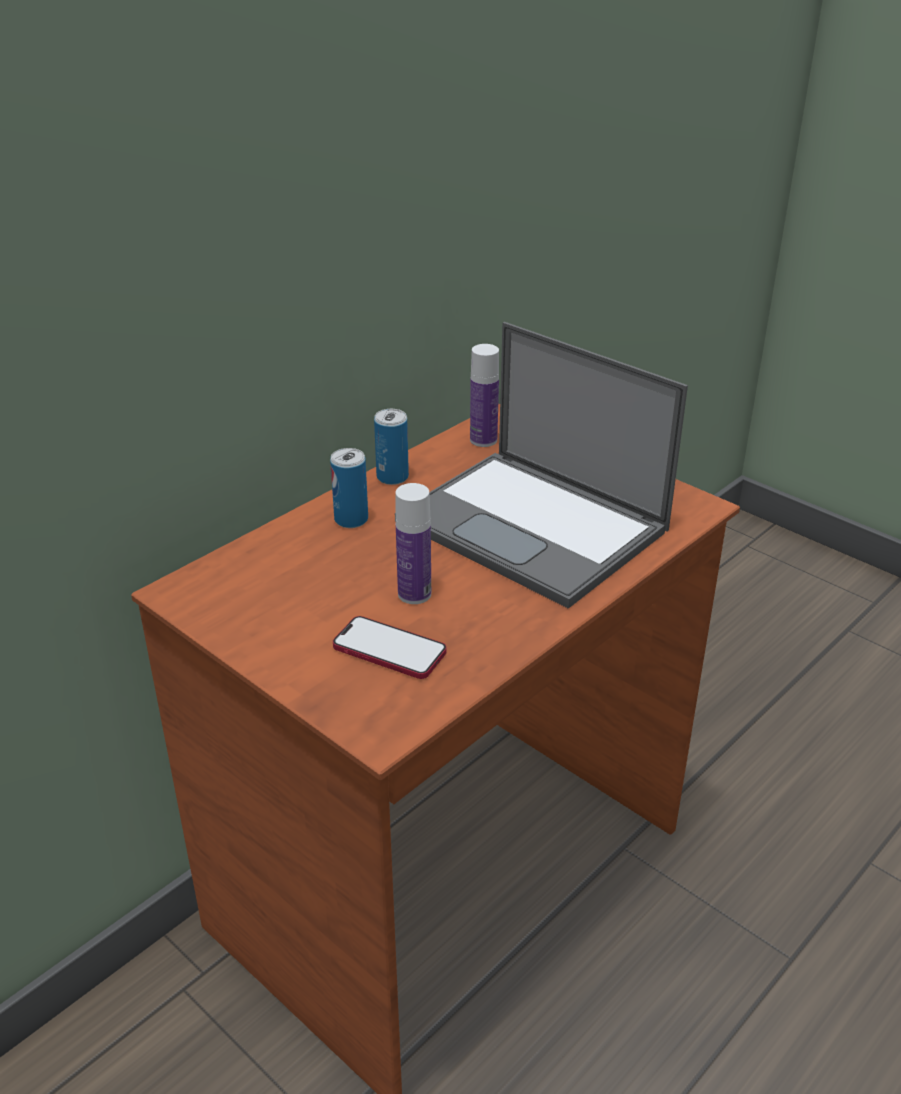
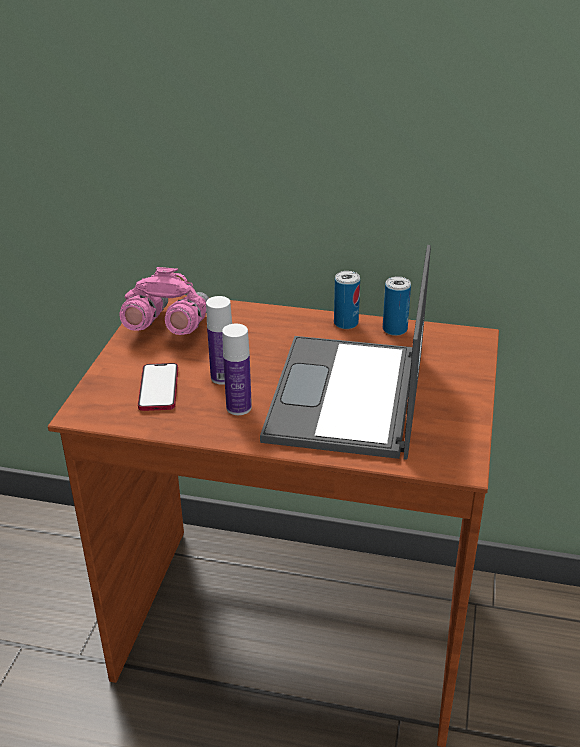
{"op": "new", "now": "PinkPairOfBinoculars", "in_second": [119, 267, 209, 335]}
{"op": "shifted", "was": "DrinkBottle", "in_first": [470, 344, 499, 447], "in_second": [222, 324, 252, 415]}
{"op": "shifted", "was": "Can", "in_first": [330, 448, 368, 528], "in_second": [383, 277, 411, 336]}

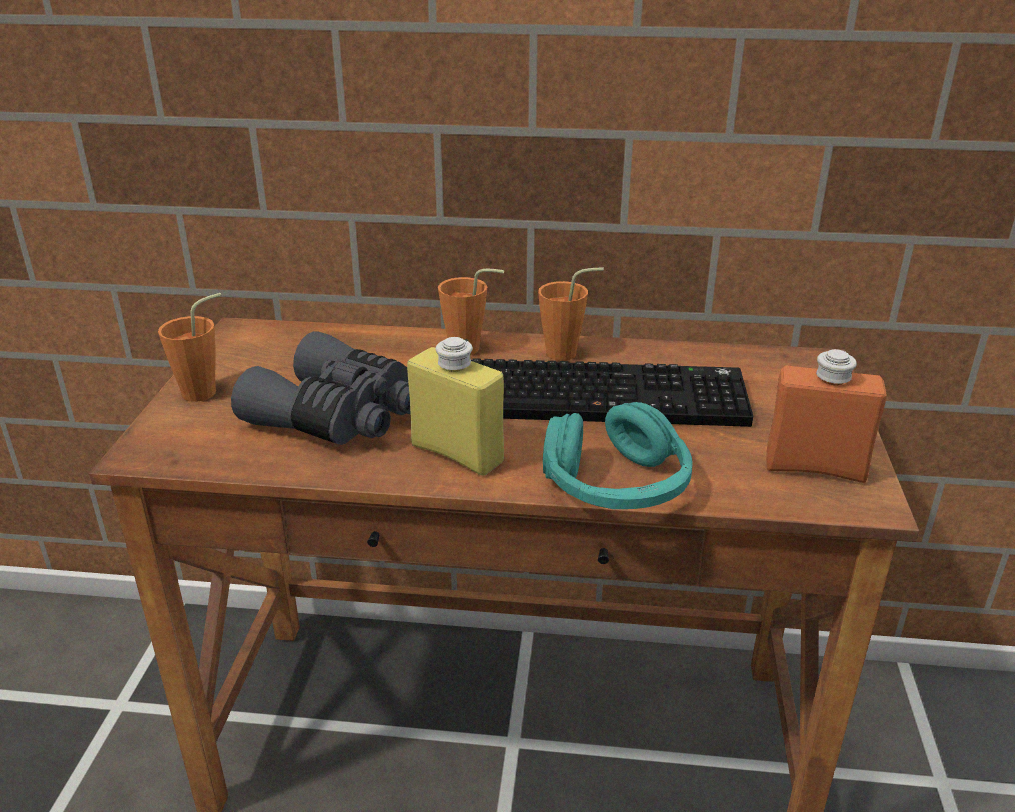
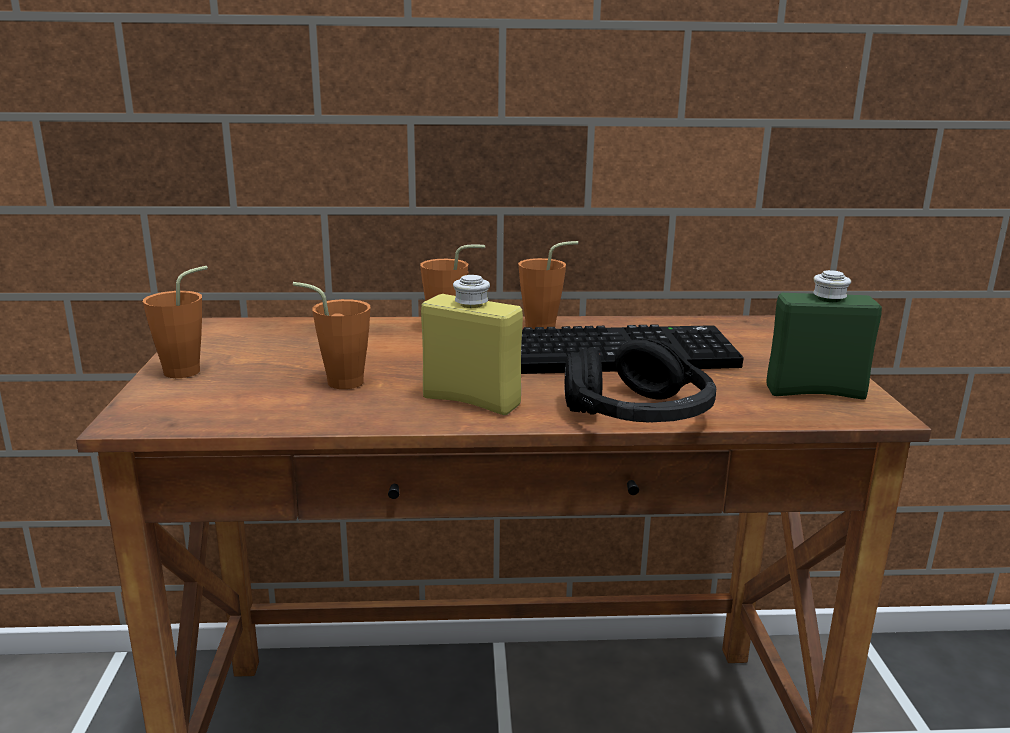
{"op": "swapped", "was": "GrayPairOfBinoculars", "now": "OrangeColouredDrinkingCup", "in_first": [231, 331, 411, 445], "in_second": [293, 282, 370, 389]}
{"op": "repainted", "was": "TurquoisePairOfHeadphones", "now": "BlackColouredPairOfHeadphones", "in_first": [543, 402, 692, 509], "in_second": [564, 338, 716, 422]}
{"op": "repainted", "was": "OrangeColouredDrinkBottle", "now": "GreenishDrinkBottle", "in_first": [766, 349, 887, 483], "in_second": [766, 270, 882, 400]}

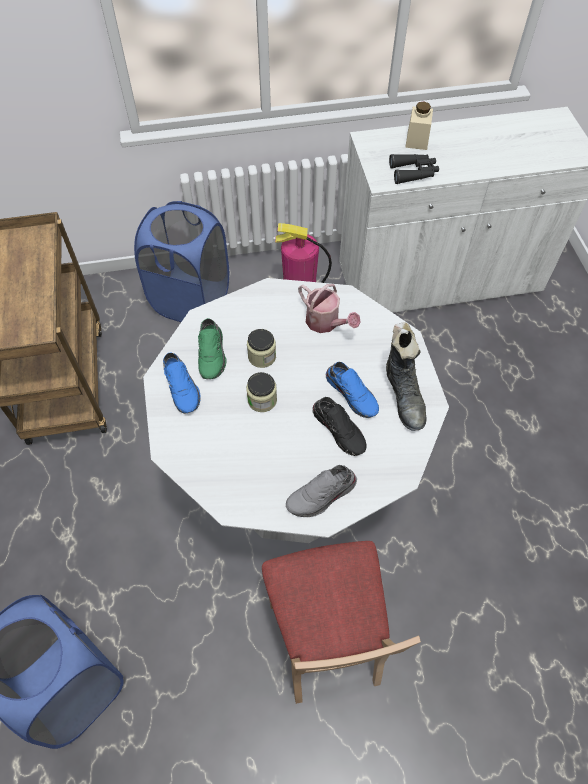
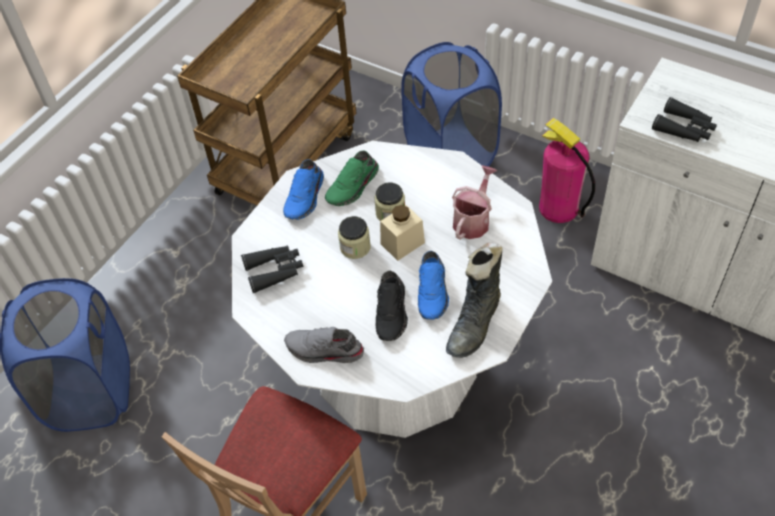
{"op": "new", "now": "BlackColouredPairOfBinoculars", "in_second": [241, 245, 304, 293]}
{"op": "shifted", "was": "SandColouredStorageJar", "in_first": [405, 102, 433, 150], "in_second": [380, 205, 425, 261]}
{"op": "rotated", "was": "WateringPot", "in_first": [298, 284, 361, 333], "in_second": [452, 165, 497, 240], "clockwise": -150}

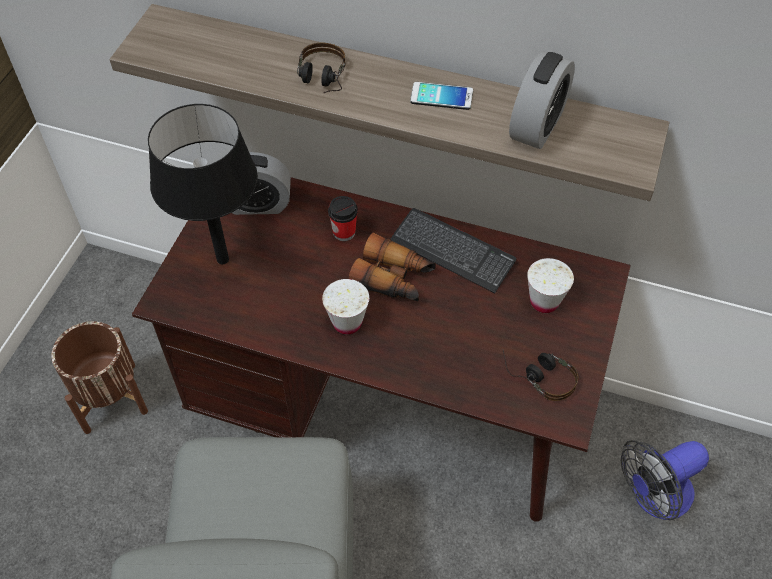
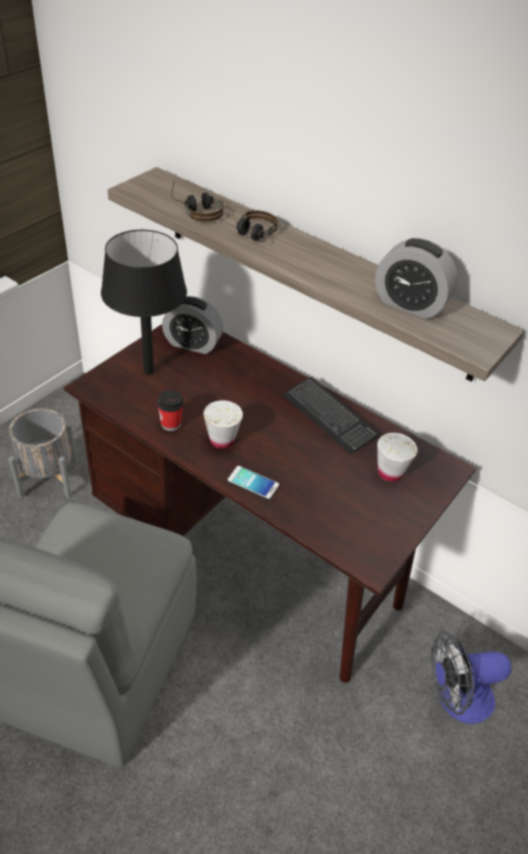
{"op": "repainted", "was": "BrownPlantPot", "now": "GrayPlantPot", "in_first": [51, 321, 148, 434], "in_second": [8, 408, 78, 498]}
{"op": "shifted", "was": "DrinkingCup", "in_first": [328, 196, 358, 241], "in_second": [157, 390, 184, 431]}
{"op": "shifted", "was": "PairOfHeadphones", "in_first": [503, 350, 578, 401], "in_second": [171, 181, 223, 222]}
{"op": "shifted", "was": "Phone", "in_first": [410, 82, 473, 110], "in_second": [227, 466, 279, 500]}
{"op": "rotated", "was": "AlarmClock", "in_first": [509, 52, 575, 149], "in_second": [375, 238, 458, 319], "clockwise": 75}
{"op": "gone", "was": "PairOfBinoculars", "in_first": [348, 232, 436, 301]}

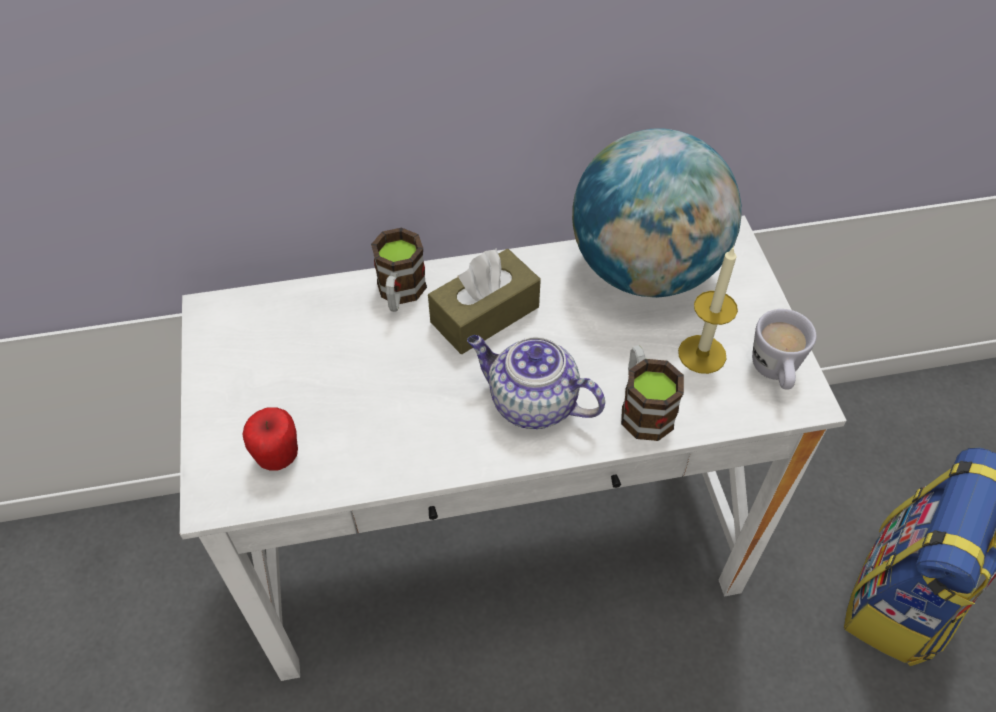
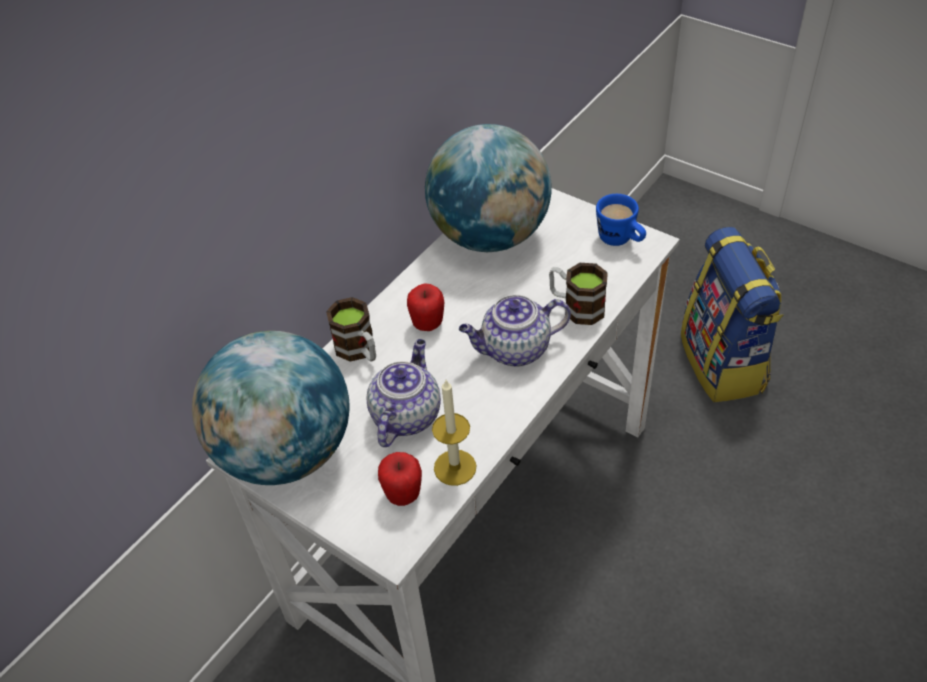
{"op": "new", "now": "WorldGlobe", "in_second": [192, 331, 350, 485]}
{"op": "new", "now": "Teapot", "in_second": [367, 339, 441, 447]}
{"op": "swapped", "was": "BrownBoxOfTissues", "now": "AppleFruit", "in_first": [428, 248, 541, 354], "in_second": [407, 283, 444, 331]}
{"op": "shifted", "was": "WaxCandle", "in_first": [678, 246, 738, 374], "in_second": [432, 380, 476, 486]}
{"op": "repainted", "was": "WhiteColouredCoffeeMug", "now": "BlueCoffeeMug", "in_first": [752, 309, 816, 389], "in_second": [596, 194, 646, 246]}

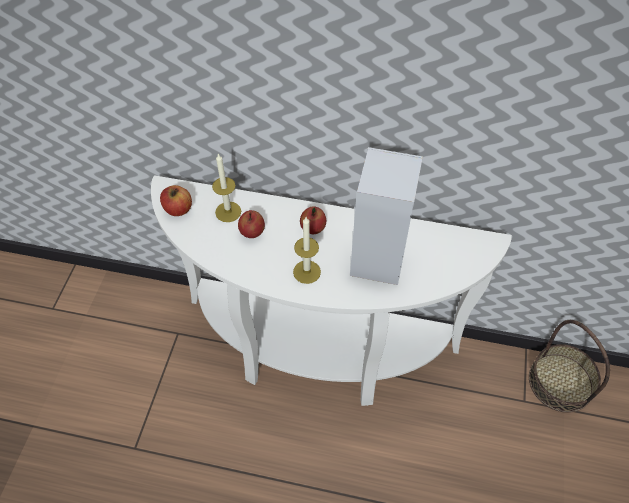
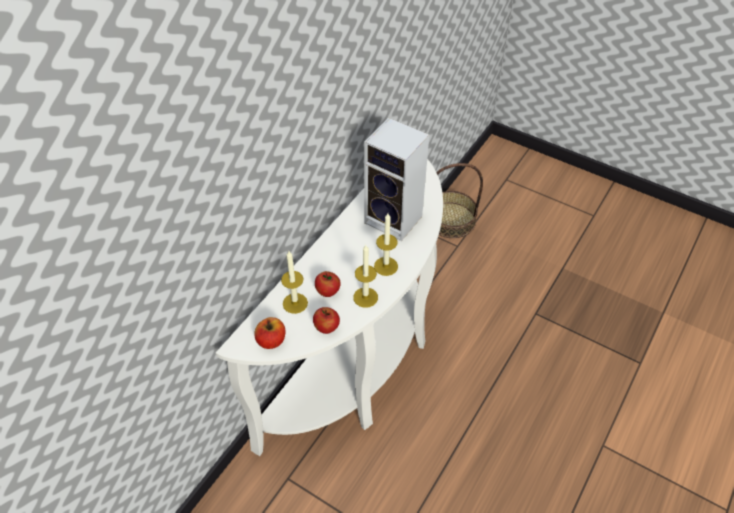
{"op": "shifted", "was": "AppleFruit", "in_first": [300, 206, 326, 234], "in_second": [313, 307, 340, 334]}
{"op": "new", "now": "WaxCandle", "in_second": [353, 245, 378, 308]}

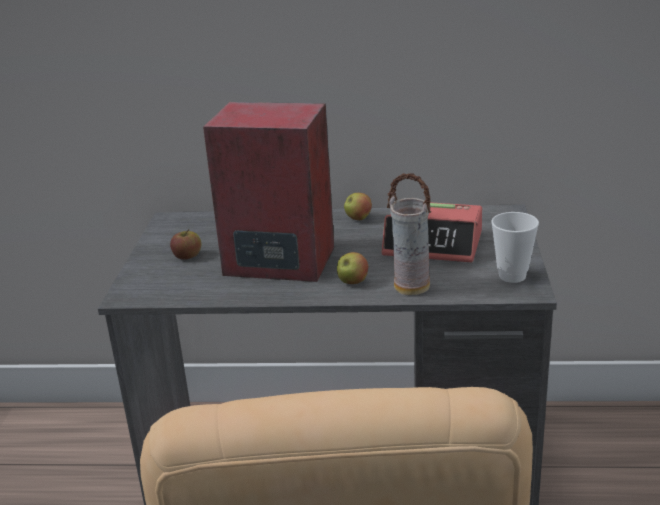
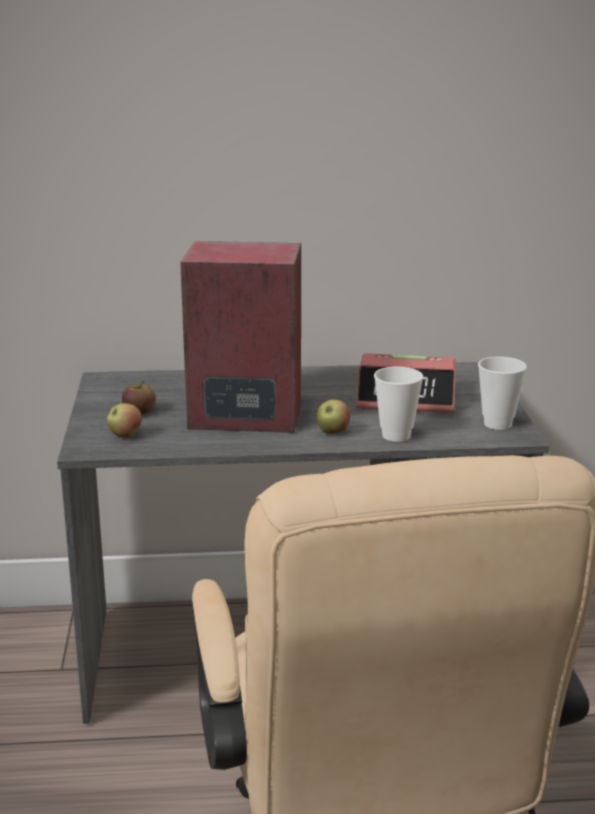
{"op": "shifted", "was": "AppleFruit", "in_first": [344, 193, 372, 220], "in_second": [107, 403, 142, 438]}
{"op": "swapped", "was": "Vase", "now": "DrinkingCup", "in_first": [387, 173, 431, 295], "in_second": [374, 367, 423, 442]}

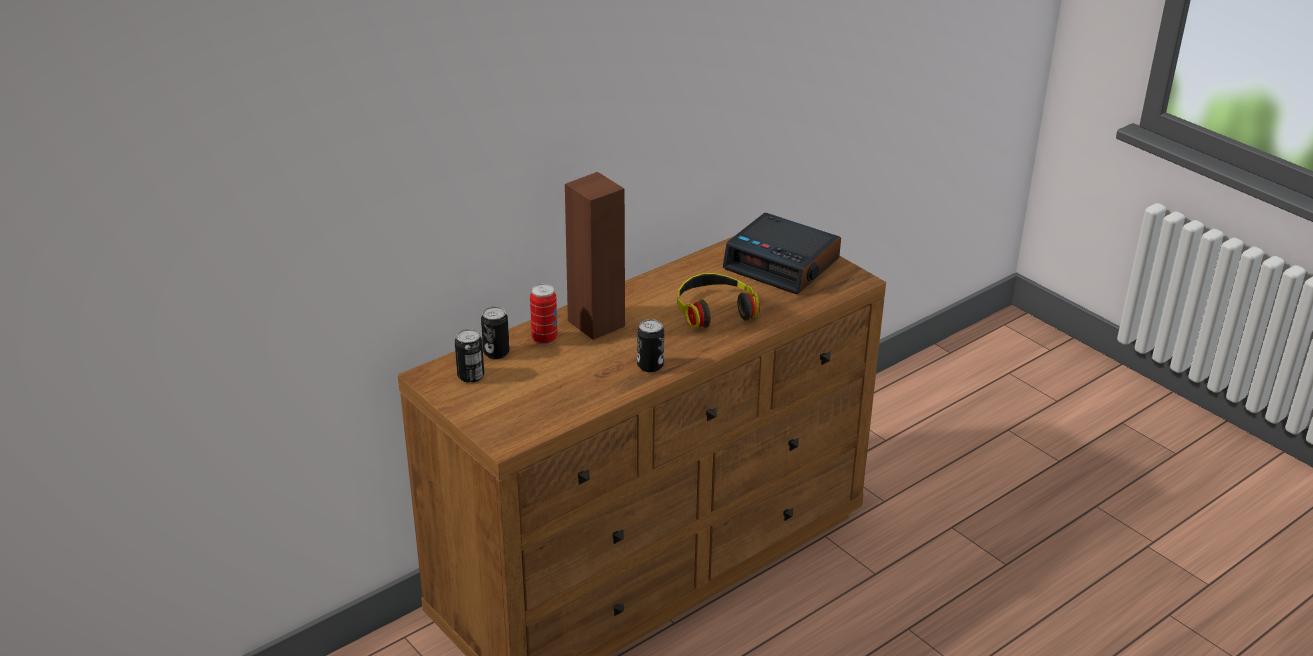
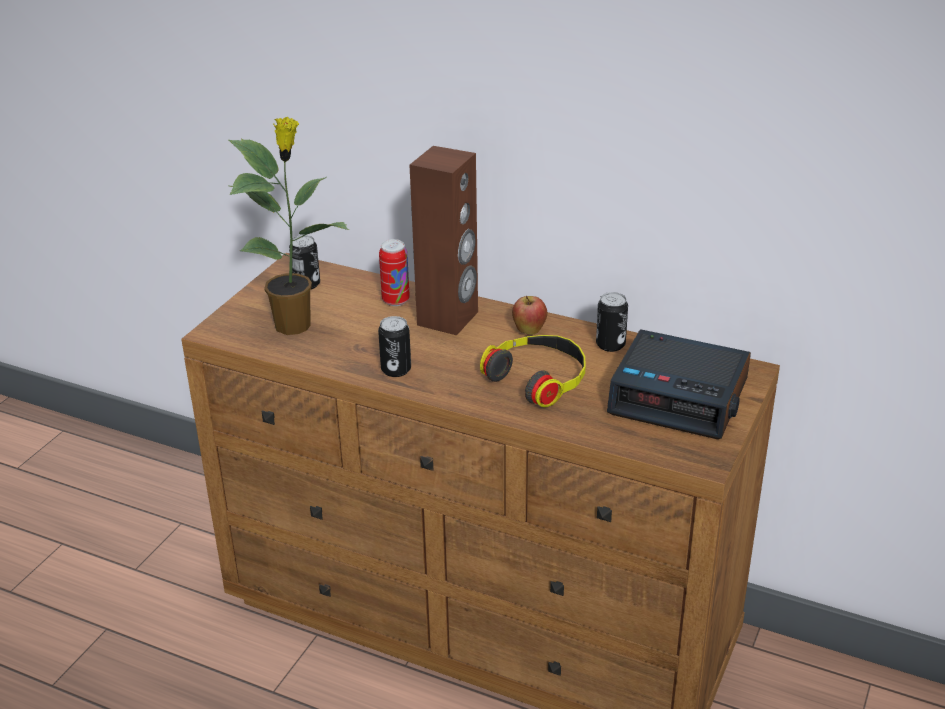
{"op": "new", "now": "Houseplant", "in_second": [229, 117, 349, 335]}
{"op": "new", "now": "AppleFruit", "in_second": [512, 296, 547, 335]}
{"op": "shifted", "was": "Can", "in_first": [481, 306, 510, 359], "in_second": [596, 292, 628, 352]}
{"op": "rotated", "was": "AlarmClock", "in_first": [723, 213, 841, 294], "in_second": [607, 329, 751, 439], "clockwise": -75}

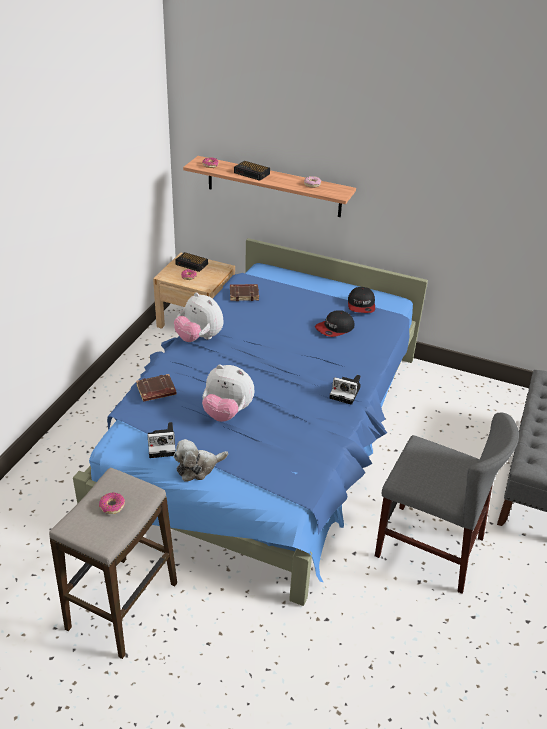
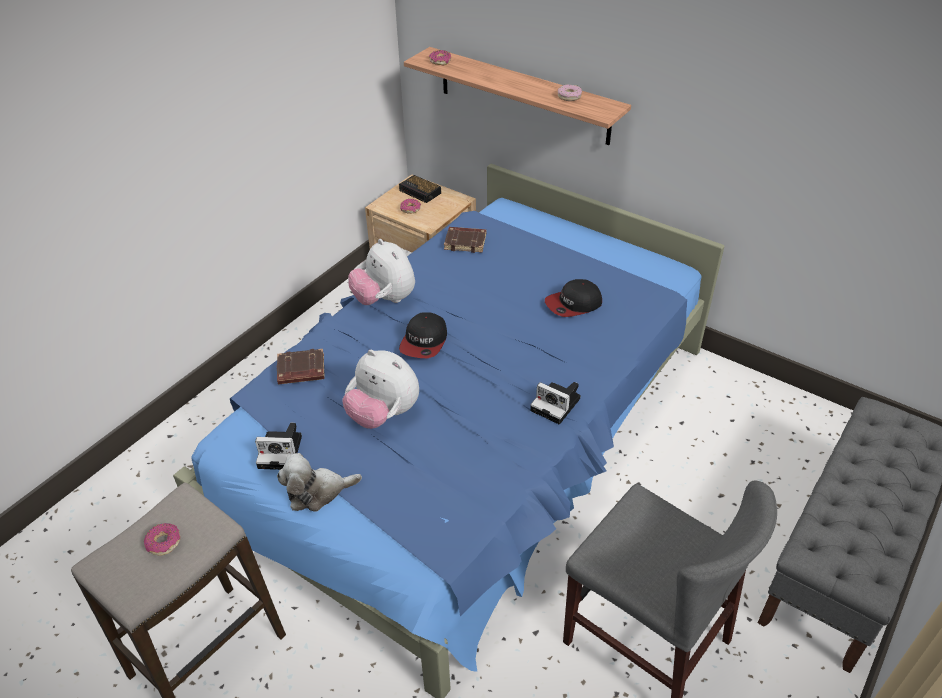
{"op": "shifted", "was": "PeakedCap", "in_first": [348, 287, 375, 313], "in_second": [399, 312, 447, 358]}
{"op": "gone", "was": "AlarmClock", "in_first": [234, 161, 270, 181]}

